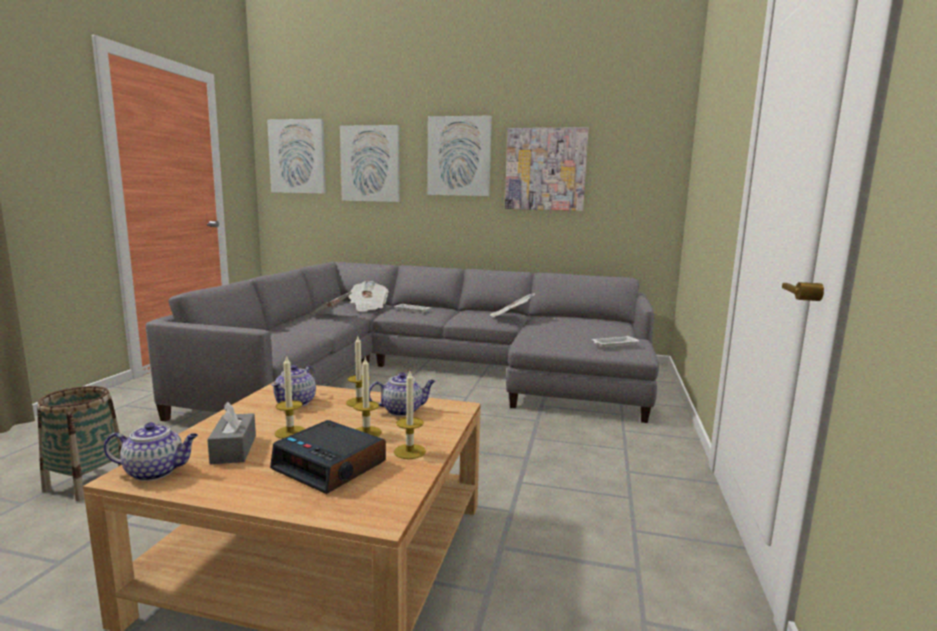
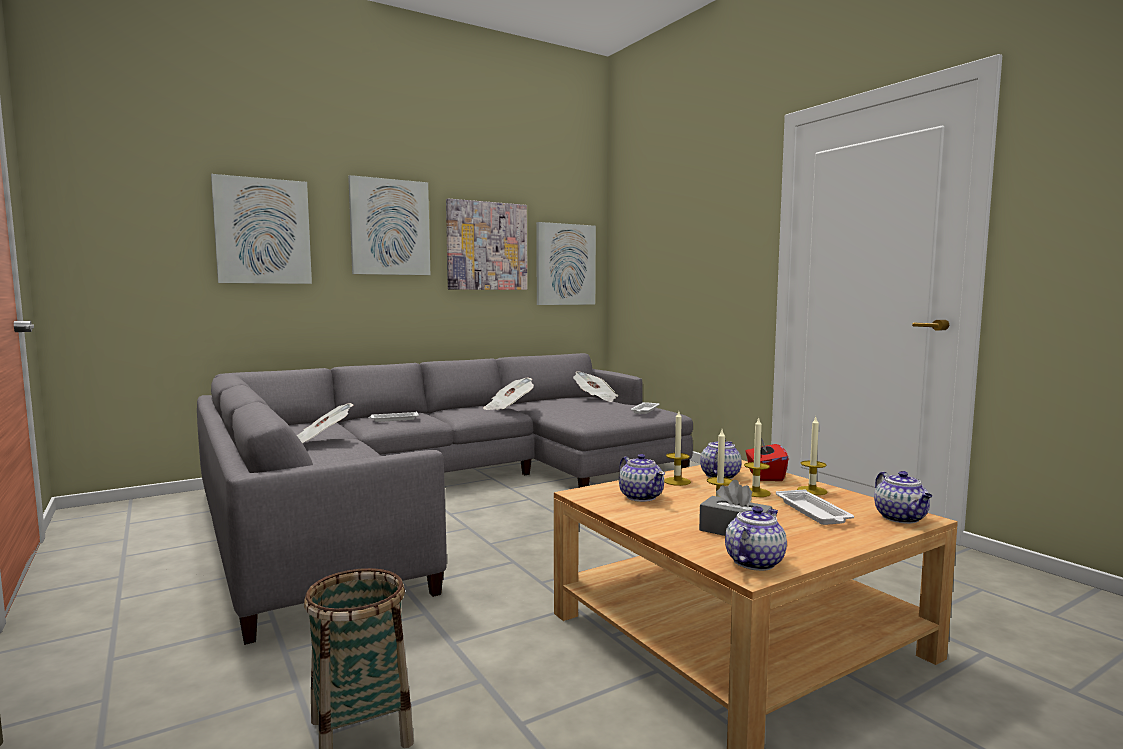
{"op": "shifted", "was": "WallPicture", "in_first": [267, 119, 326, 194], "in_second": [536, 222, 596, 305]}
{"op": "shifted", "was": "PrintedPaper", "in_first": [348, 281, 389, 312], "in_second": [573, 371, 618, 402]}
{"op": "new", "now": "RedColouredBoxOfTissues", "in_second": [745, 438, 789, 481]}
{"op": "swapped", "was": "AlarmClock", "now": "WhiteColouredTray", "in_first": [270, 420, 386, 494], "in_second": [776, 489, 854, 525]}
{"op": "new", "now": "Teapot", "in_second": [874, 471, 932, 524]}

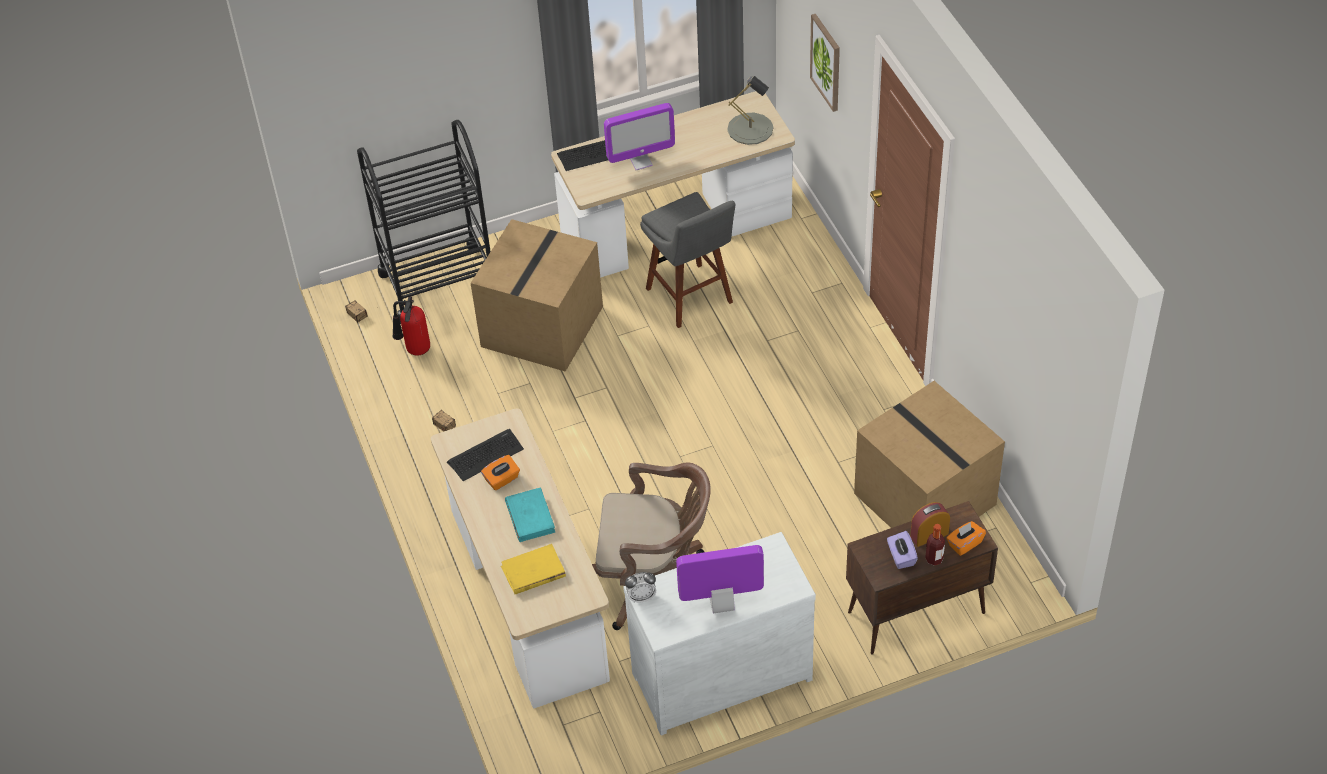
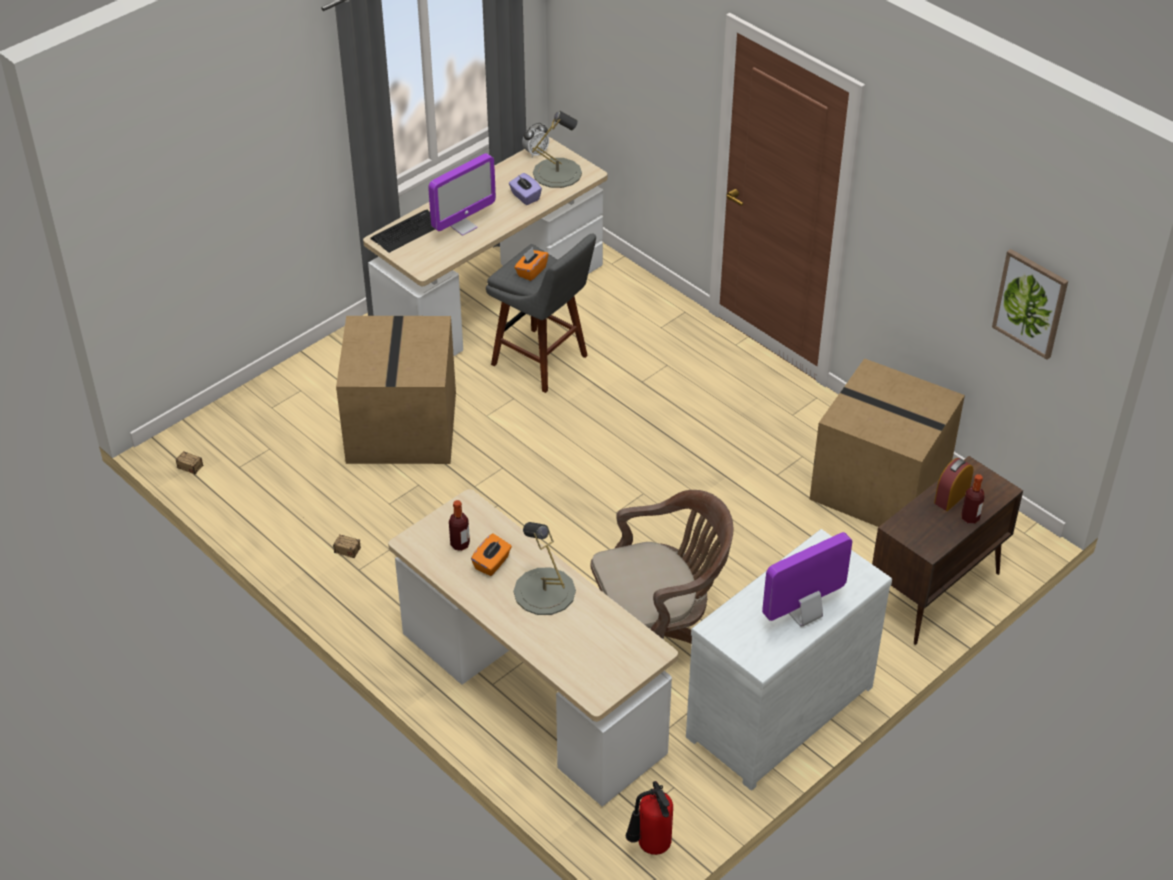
{"op": "swapped", "was": "Keyboard", "now": "DrinkBottle", "in_first": [447, 429, 524, 481], "in_second": [449, 500, 470, 551]}
{"op": "shifted", "was": "PurpleBoxOfTissues", "in_first": [887, 531, 918, 569], "in_second": [509, 173, 542, 205]}
{"op": "shifted", "was": "OrangeColouredBoxOfTissues", "in_first": [946, 521, 986, 556], "in_second": [514, 247, 549, 281]}
{"op": "swapped", "was": "TurquoiseBoundBook", "now": "GrayTabletopLamp", "in_first": [505, 487, 555, 542], "in_second": [514, 522, 576, 615]}
{"op": "shifted", "was": "AlarmClock", "in_first": [625, 572, 656, 603], "in_second": [522, 123, 549, 157]}
{"op": "shifted", "was": "FireFightingCylinder", "in_first": [392, 296, 430, 356], "in_second": [626, 781, 673, 855]}
{"op": "shifted", "was": "WallPicture", "in_first": [810, 14, 840, 112], "in_second": [992, 249, 1068, 360]}
{"op": "gone", "was": "BlackColouredCart", "in_first": [357, 120, 491, 324]}
{"op": "gone", "was": "YellowishBoundBook", "in_first": [501, 544, 566, 594]}

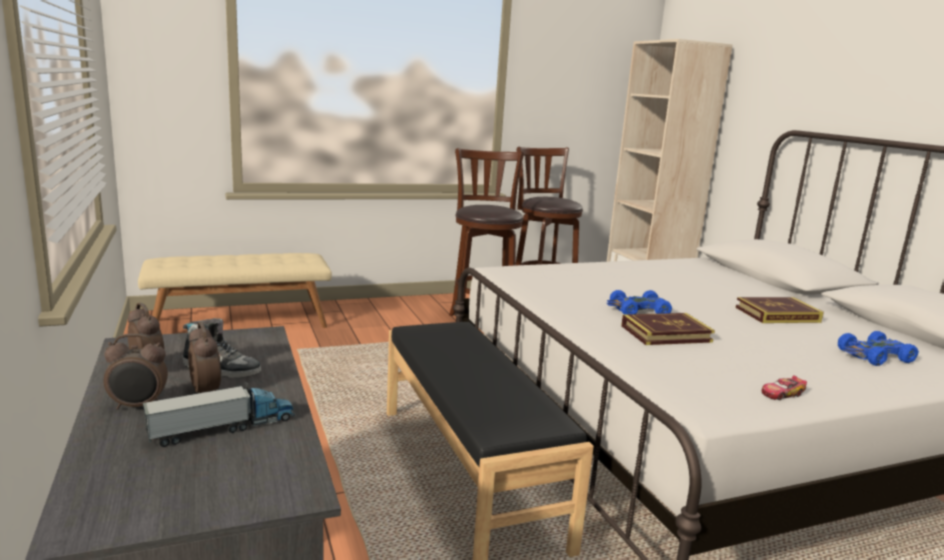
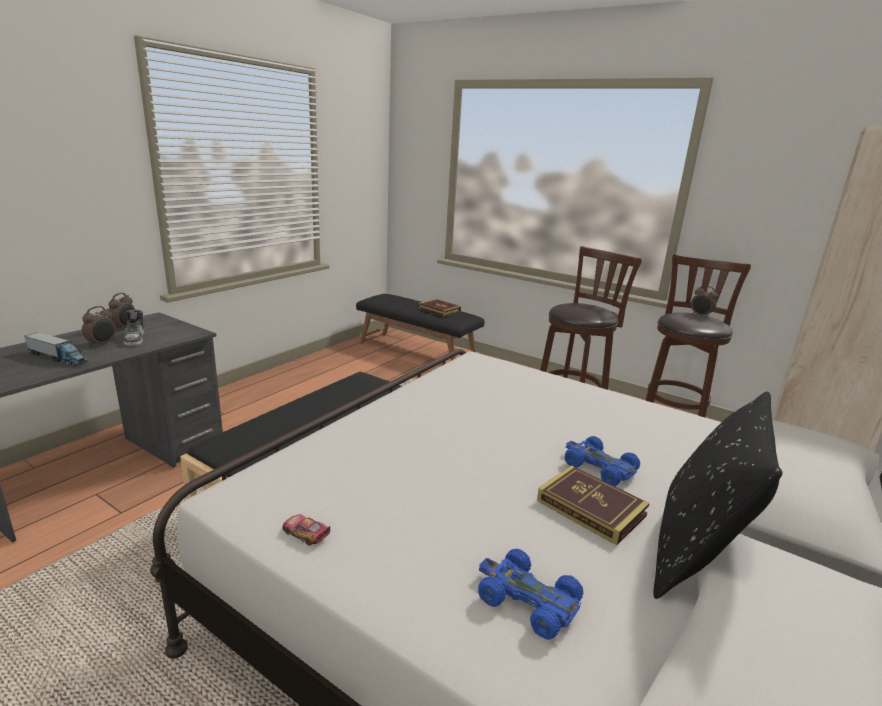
{"op": "repainted", "was": "SandColouredLongSeat", "now": "BlackColouredLongSeat", "in_first": [138, 253, 332, 328], "in_second": [356, 294, 485, 361]}
{"op": "shifted", "was": "BoundBook", "in_first": [621, 313, 715, 345], "in_second": [418, 299, 461, 317]}
{"op": "shifted", "was": "BlueMiniatureCar", "in_first": [606, 290, 672, 314], "in_second": [565, 436, 640, 486]}
{"op": "new", "now": "BlackColouredCushion", "in_second": [653, 391, 782, 599]}
{"op": "shifted", "was": "AlarmClock", "in_first": [103, 334, 168, 410], "in_second": [691, 285, 718, 318]}

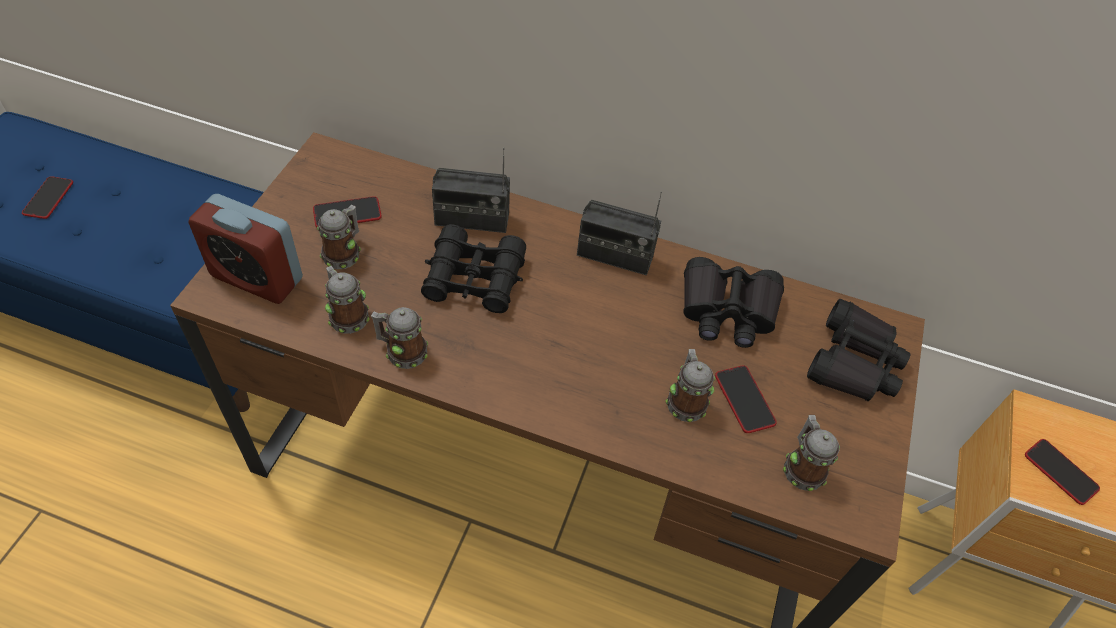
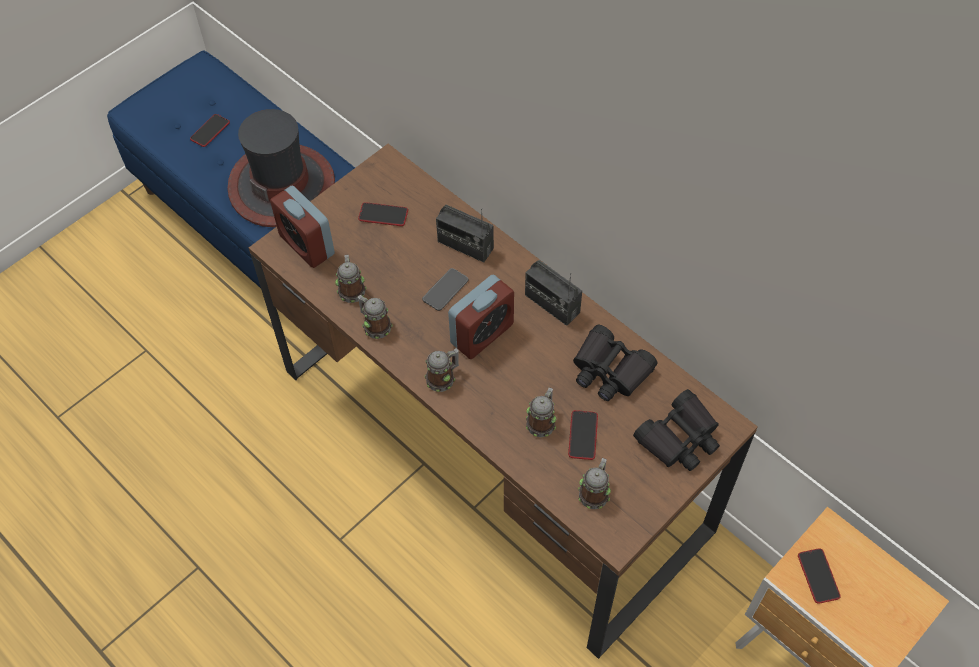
{"op": "new", "now": "ClothingHat", "in_second": [228, 109, 335, 227]}
{"op": "swapped", "was": "BlackColouredPairOfBinoculars", "now": "Phone", "in_first": [421, 224, 526, 313], "in_second": [422, 268, 469, 311]}
{"op": "shifted", "was": "CoffeeMug", "in_first": [317, 204, 361, 269], "in_second": [424, 348, 459, 392]}
{"op": "new", "now": "AlarmClock", "in_second": [448, 274, 514, 359]}

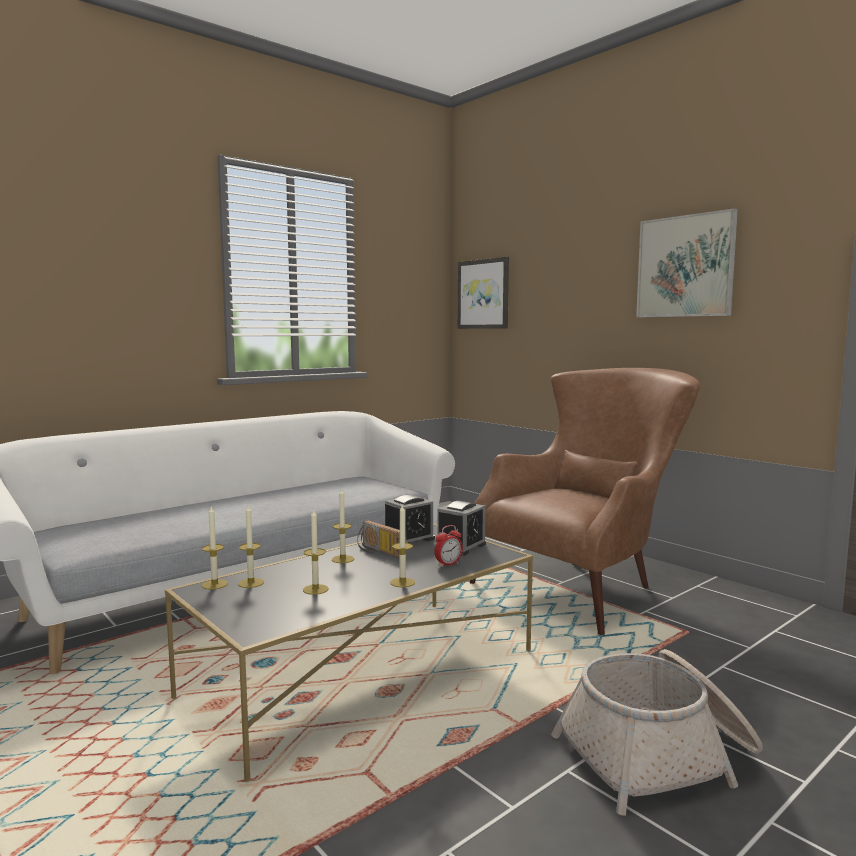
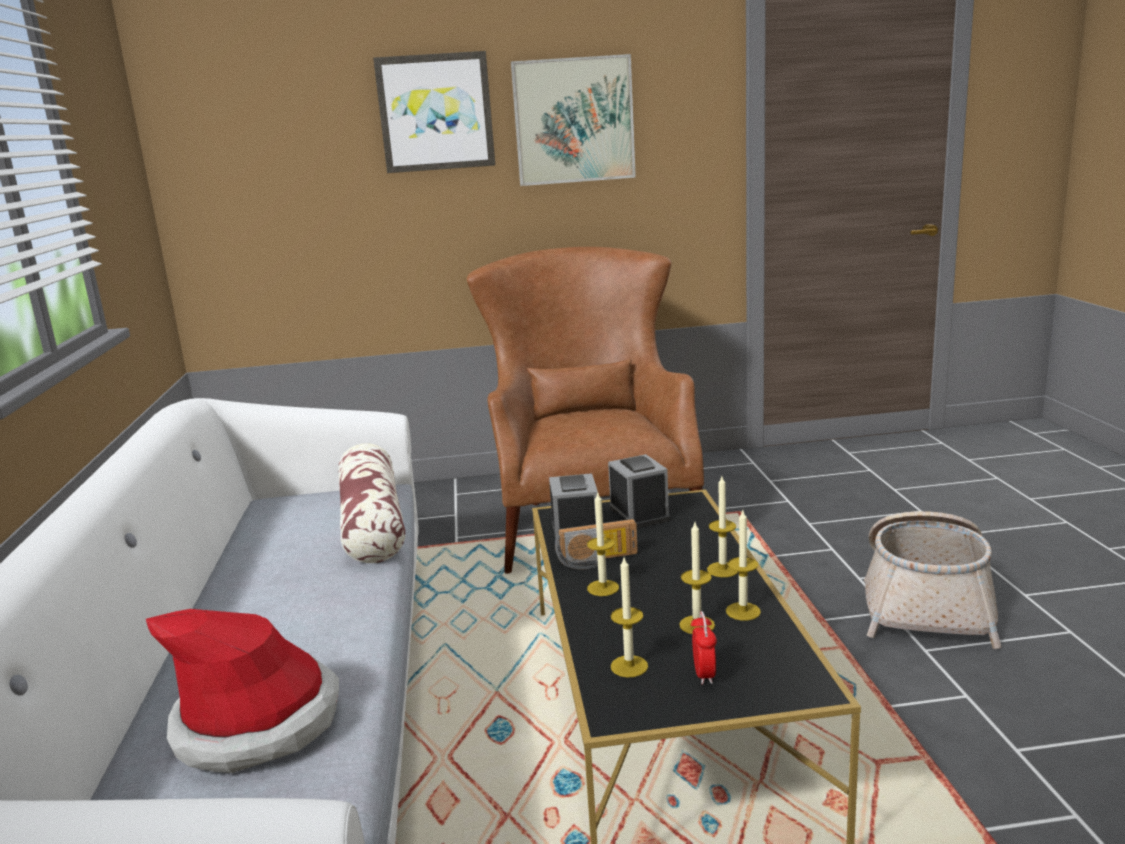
{"op": "new", "now": "ClothingHat", "in_second": [146, 609, 339, 773]}
{"op": "new", "now": "Cushion", "in_second": [338, 443, 405, 563]}
{"op": "shifted", "was": "WallPicture", "in_first": [458, 257, 509, 329], "in_second": [373, 51, 495, 173]}
{"op": "shifted", "was": "AlarmClock", "in_first": [434, 525, 463, 567], "in_second": [691, 611, 717, 685]}
{"op": "shifted", "was": "WaxCandle", "in_first": [202, 506, 228, 590], "in_second": [726, 510, 761, 621]}

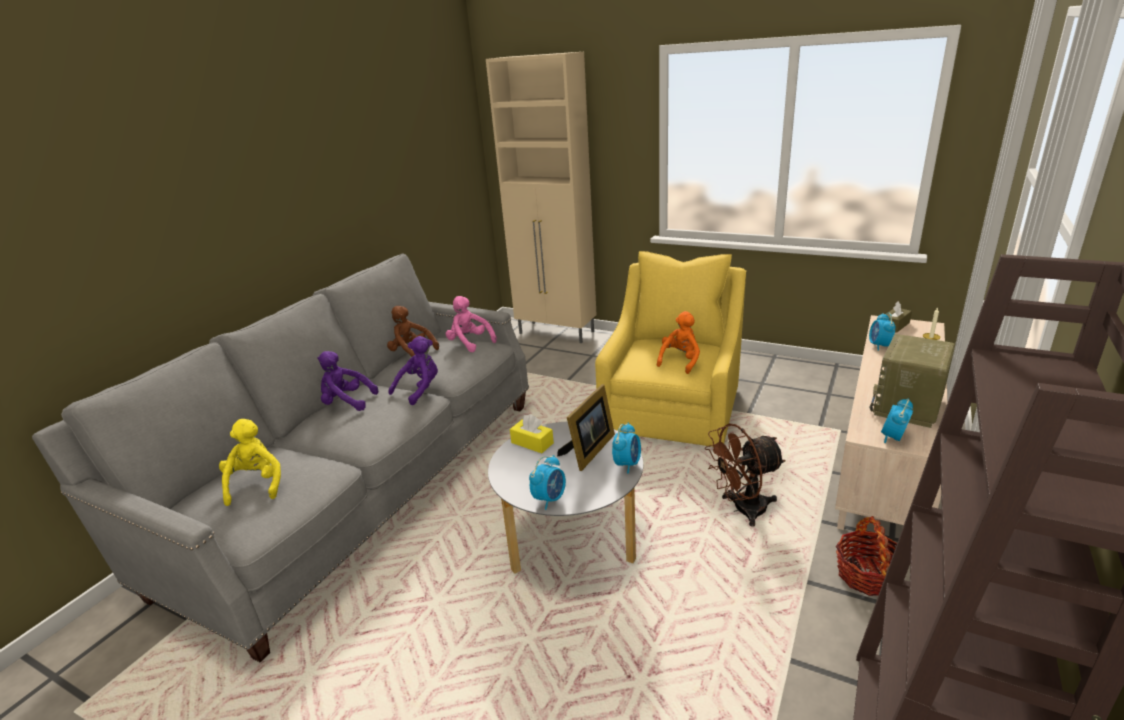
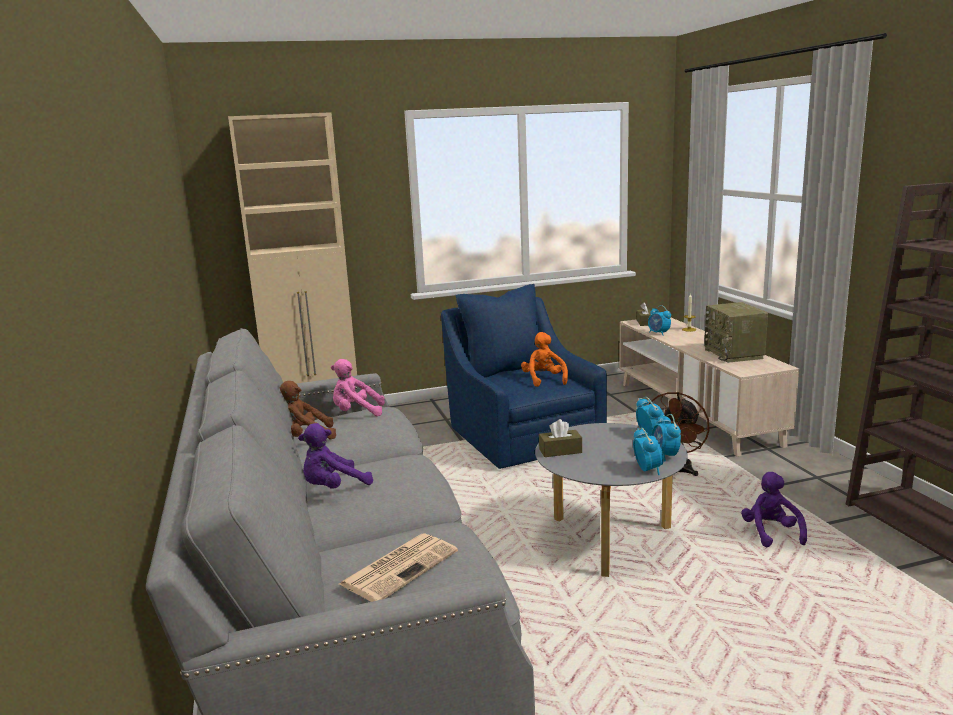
{"op": "swapped", "was": "YellowishCuddlyToy", "now": "PrintedPaper", "in_first": [219, 419, 281, 506], "in_second": [339, 533, 458, 602]}
{"op": "repainted", "was": "YellowishEasyChair", "now": "BlueEasyChair", "in_first": [595, 251, 746, 447], "in_second": [441, 284, 607, 469]}
{"op": "repainted", "was": "YellowishBoxOfTissues", "now": "BrownBoxOfTissues", "in_first": [510, 414, 554, 453], "in_second": [539, 419, 582, 457]}
{"op": "shifted", "was": "AlarmClock", "in_first": [881, 398, 913, 443], "in_second": [651, 414, 681, 462]}
{"op": "shifted", "was": "PurpleCuddlyToy", "in_first": [388, 336, 438, 405], "in_second": [741, 472, 807, 547]}
{"op": "gone", "was": "PhotoFrame", "in_first": [557, 384, 615, 471]}
{"op": "gone", "was": "StorageBasket", "in_first": [836, 516, 897, 596]}

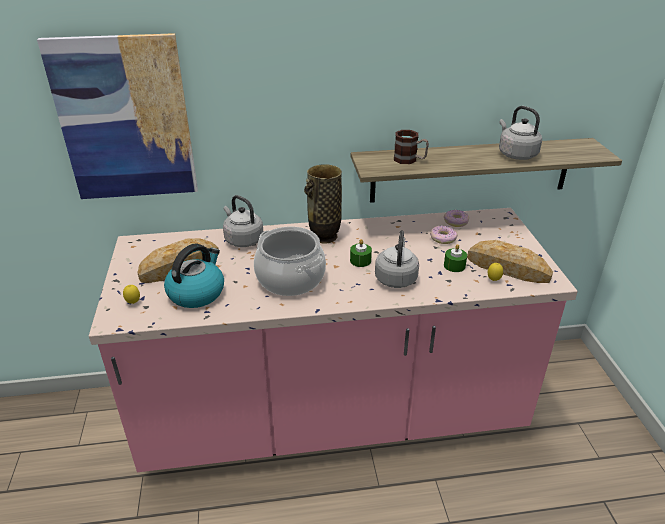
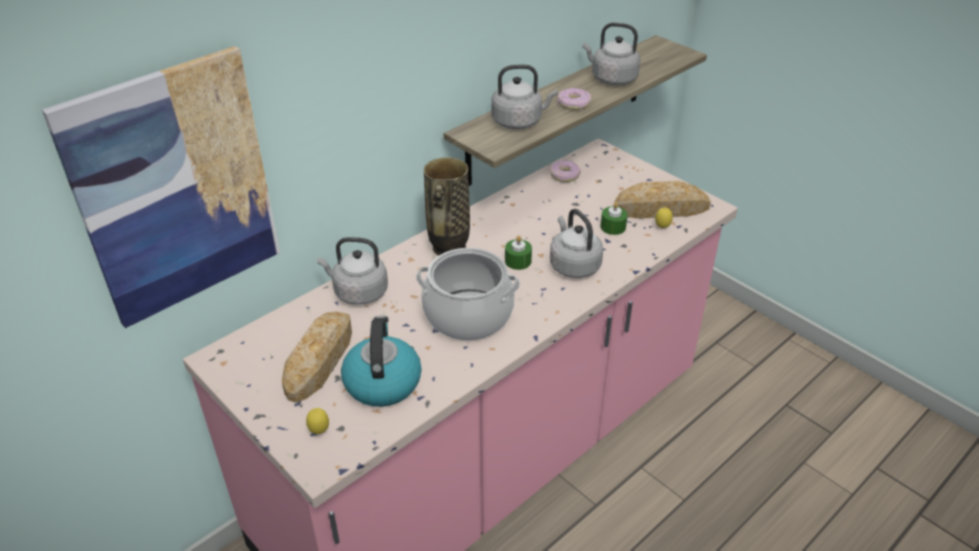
{"op": "swapped", "was": "CoffeeMug", "now": "GrayKettle", "in_first": [394, 130, 429, 164], "in_second": [491, 65, 558, 129]}
{"op": "shifted", "was": "RingDoughnut", "in_first": [430, 226, 458, 244], "in_second": [558, 88, 591, 110]}

